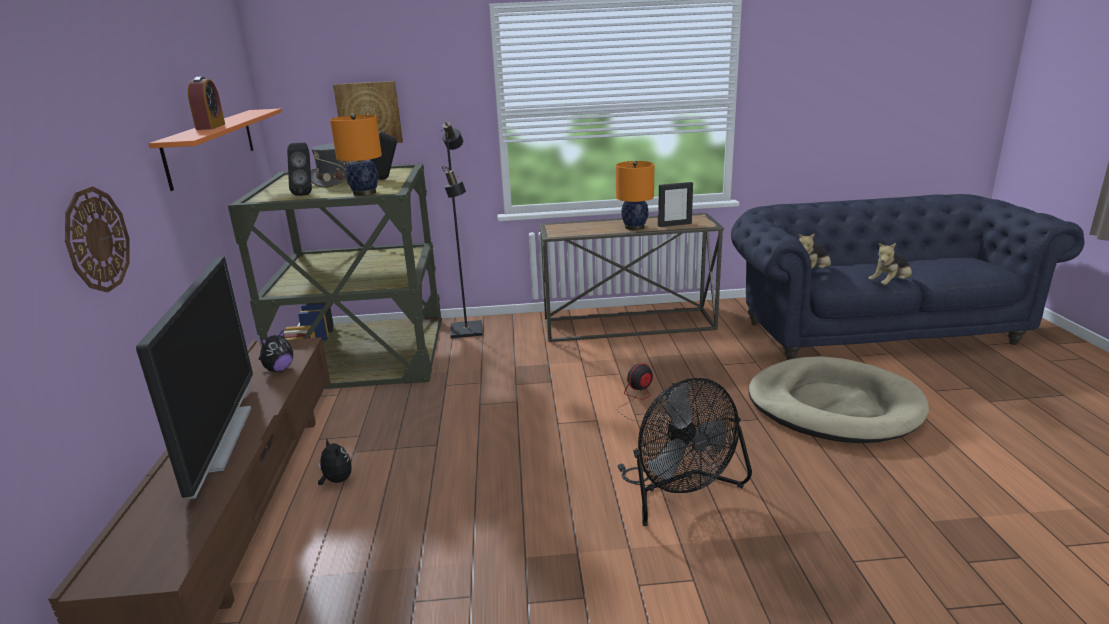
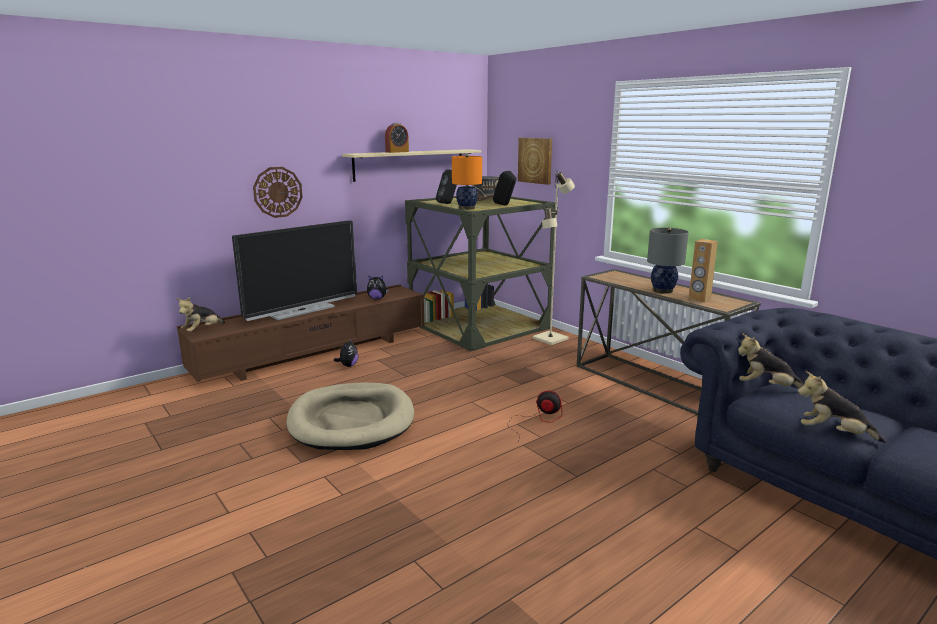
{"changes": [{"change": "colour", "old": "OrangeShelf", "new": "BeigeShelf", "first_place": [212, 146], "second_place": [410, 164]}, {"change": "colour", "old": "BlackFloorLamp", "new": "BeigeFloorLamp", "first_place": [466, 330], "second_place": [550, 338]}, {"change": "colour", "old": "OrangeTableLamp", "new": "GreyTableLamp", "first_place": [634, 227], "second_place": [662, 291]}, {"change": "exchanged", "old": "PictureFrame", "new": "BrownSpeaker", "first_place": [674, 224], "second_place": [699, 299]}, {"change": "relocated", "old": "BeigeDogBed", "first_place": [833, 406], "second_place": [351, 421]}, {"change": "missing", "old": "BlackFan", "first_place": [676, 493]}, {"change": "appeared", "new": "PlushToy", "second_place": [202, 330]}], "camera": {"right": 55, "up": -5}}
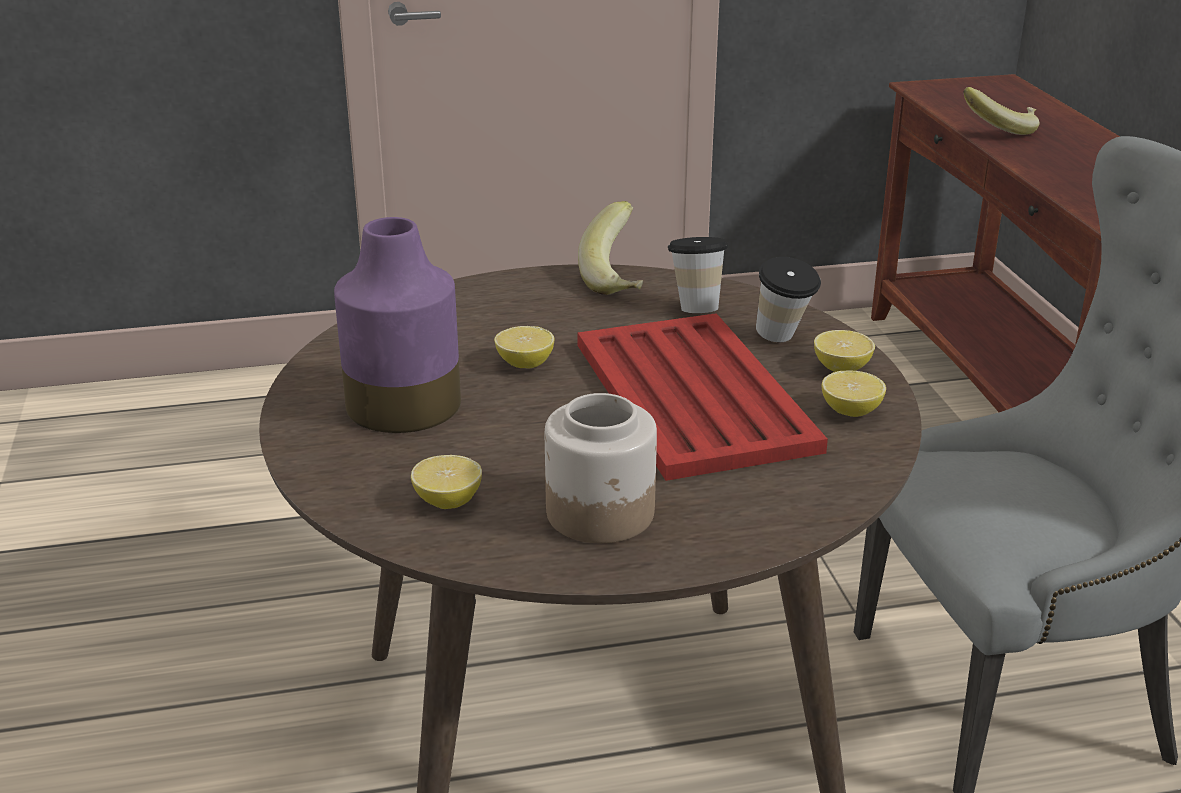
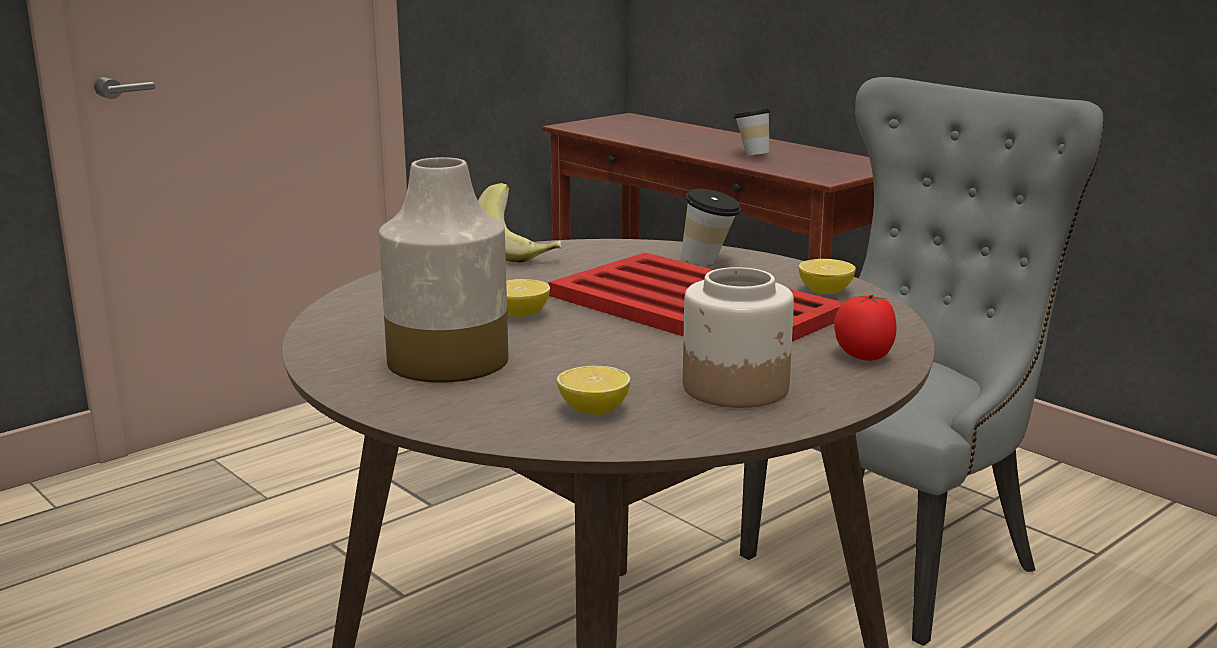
{"changes": [{"change": "missing", "old": "Banana", "first_place": [1000, 129]}, {"change": "colour", "old": "PurpleVase", "new": "BeigeVase", "first_place": [405, 403], "second_place": [449, 359]}, {"change": "relocated", "old": "Cup", "first_place": [695, 307], "second_place": [751, 155]}, {"change": "missing", "old": "Lemon", "first_place": [841, 368]}, {"change": "appeared", "new": "Tomato", "second_place": [863, 357]}], "camera": {"right": -30, "up": -10}}
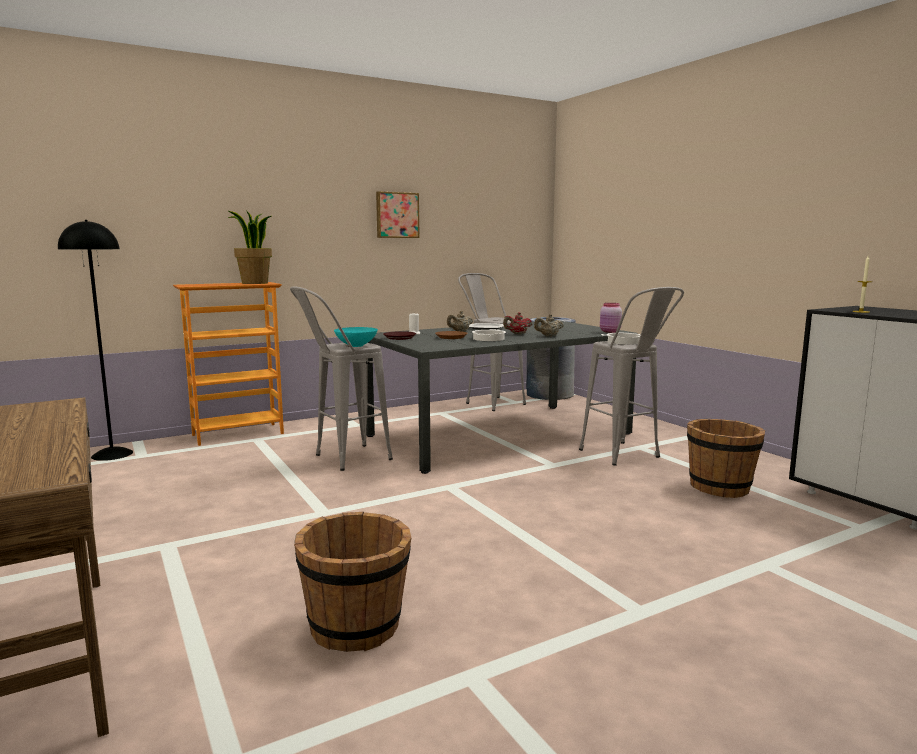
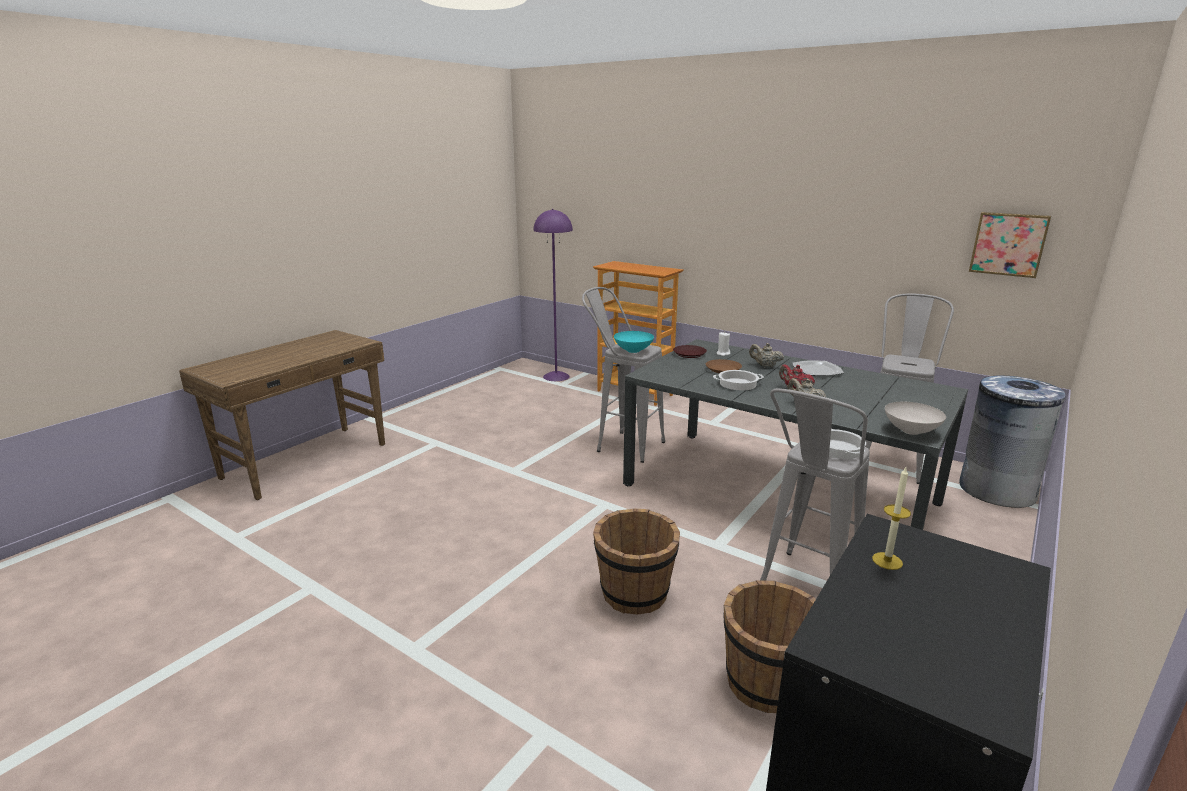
{"changes": [{"change": "relocated", "old": "Picture", "first_place": [397, 215], "second_place": [1008, 244]}, {"change": "missing", "old": "PottedPlant", "first_place": [254, 283]}, {"change": "colour", "old": "BlackFloorLamp", "new": "PurpleFloorLamp", "first_place": [112, 454], "second_place": [556, 376]}, {"change": "exchanged", "old": "PinkJar", "new": "WhiteBowl", "first_place": [610, 331], "second_place": [910, 431]}, {"change": "relocated", "old": "BrownBucket", "first_place": [356, 627], "second_place": [634, 594]}], "camera": {"right": 65, "up": 10}}
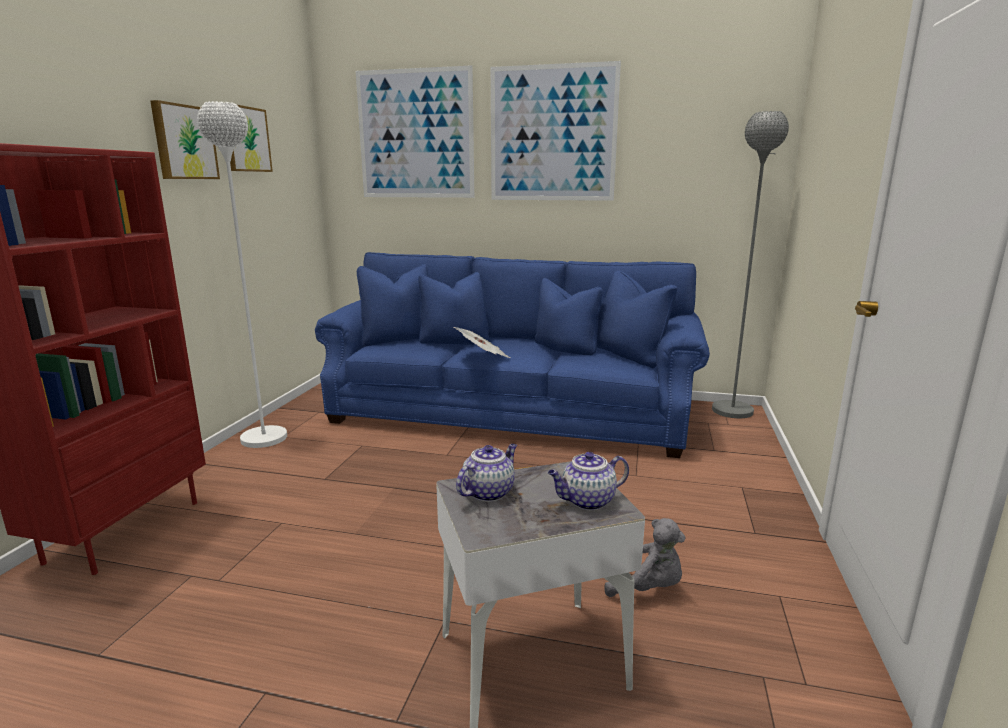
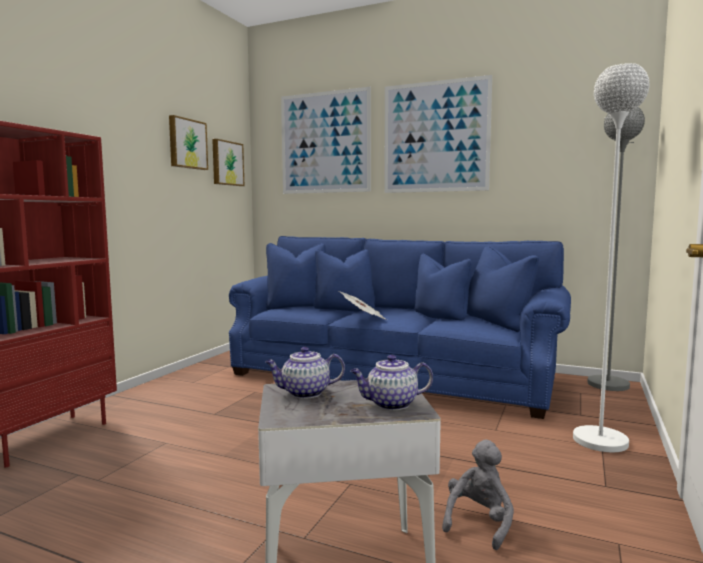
{"changes": [{"change": "relocated", "old": "Picture", "first_place": [183, 142], "second_place": [226, 163]}, {"change": "relocated", "old": "WhiteFloorLamp", "first_place": [263, 438], "second_place": [599, 441]}, {"change": "spun", "old": "Teapot", "first_place": [488, 492], "second_place": [304, 393], "degrees": -150}, {"change": "spun", "old": "GreyPlushToy", "first_place": [647, 587], "second_place": [479, 522], "degrees": -90}], "camera": {"right": 10, "up": -10}}
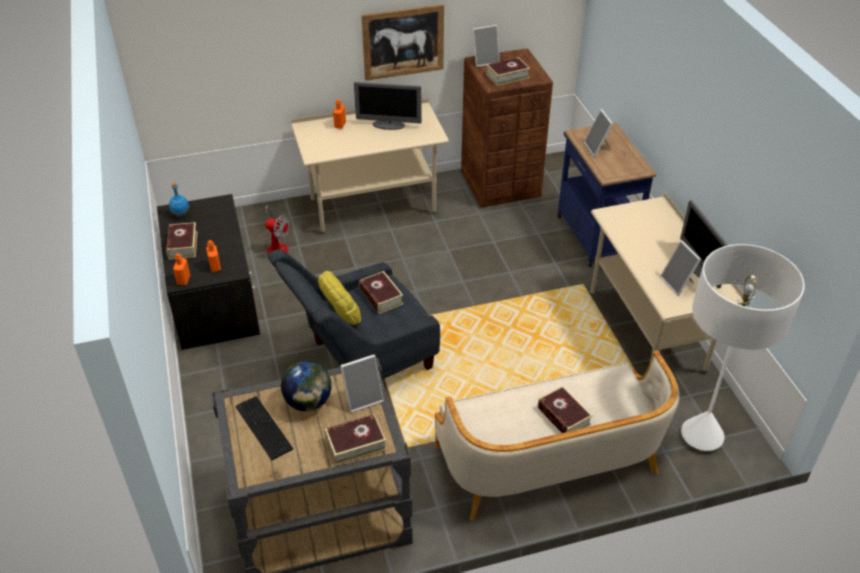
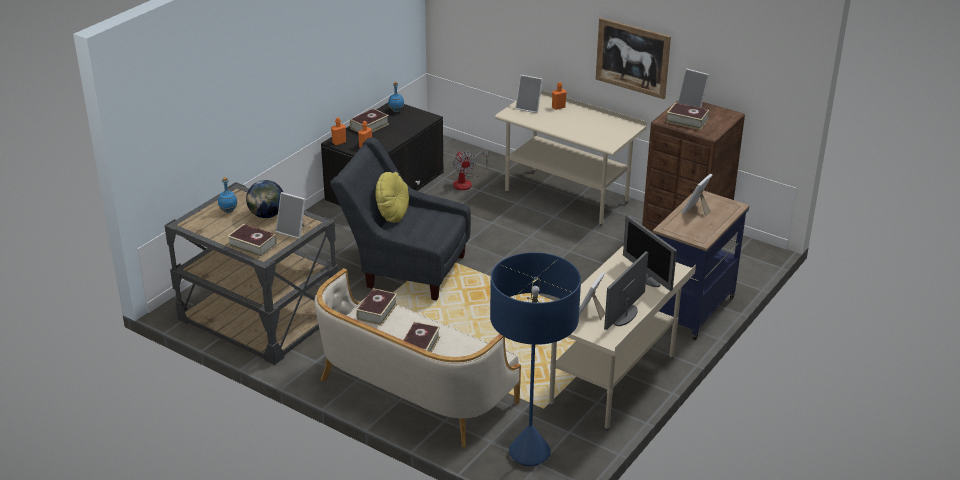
{"changes": [{"change": "relocated", "old": "Monitor", "first_place": [389, 125], "second_place": [647, 278]}, {"change": "colour", "old": "WhiteFloorLamp", "new": "BlueFloorLamp", "first_place": [701, 437], "second_place": [529, 455]}, {"change": "relocated", "old": "Book", "first_place": [381, 297], "second_place": [377, 311]}, {"change": "exchanged", "old": "Keyboard", "new": "BlueBottle", "first_place": [263, 429], "second_place": [228, 211]}, {"change": "appeared", "new": "PictureFrame", "second_place": [529, 108]}], "camera": {"right": 50, "up": -10}}
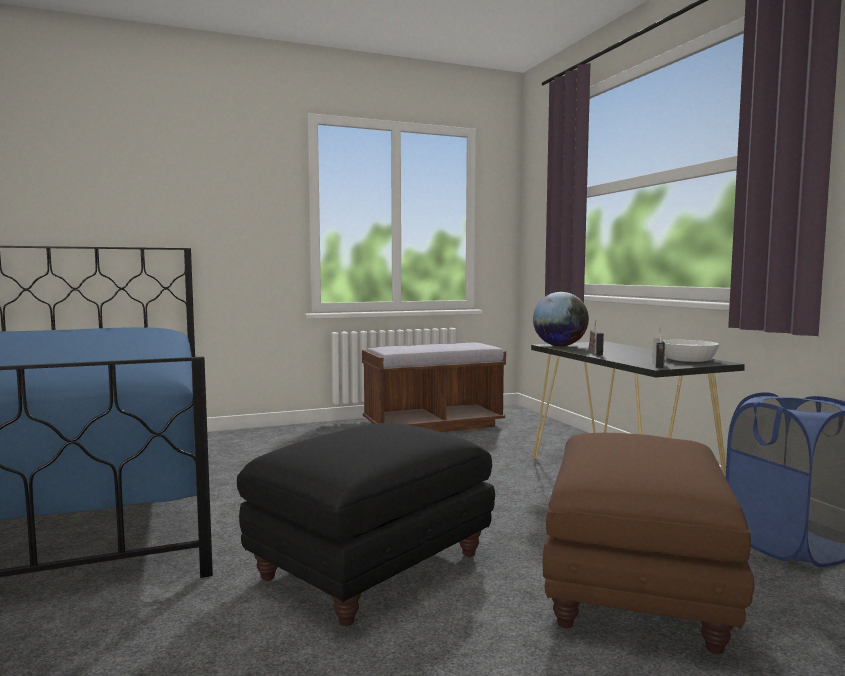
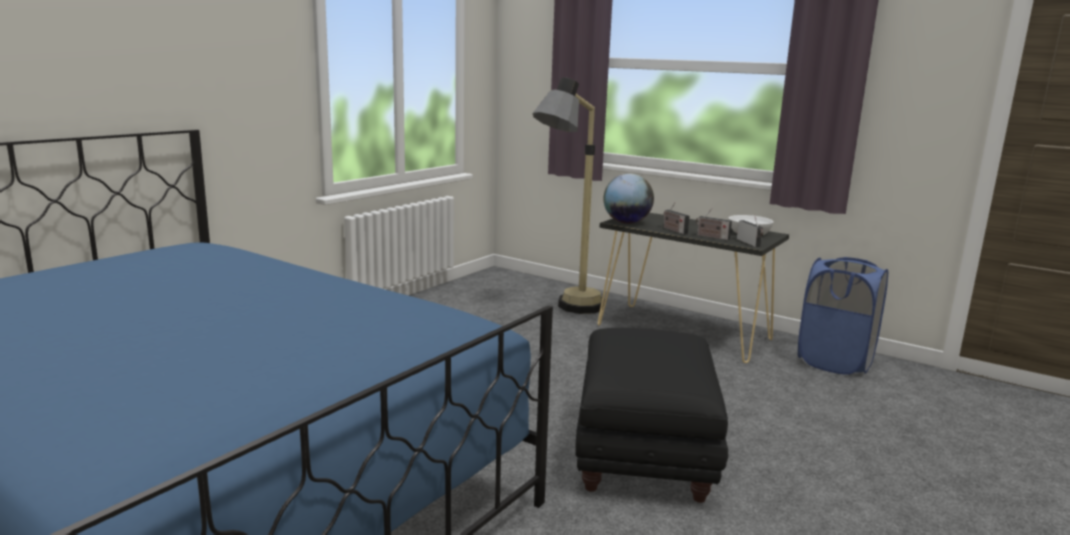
{"changes": [{"change": "missing", "old": "BrownBench", "first_place": [433, 425]}, {"change": "missing", "old": "BrownOttoman", "first_place": [636, 590]}, {"change": "appeared", "new": "FloorLamp", "second_place": [566, 311]}, {"change": "appeared", "new": "Radio", "second_place": [711, 237]}], "camera": {"right": -35, "up": 10}}
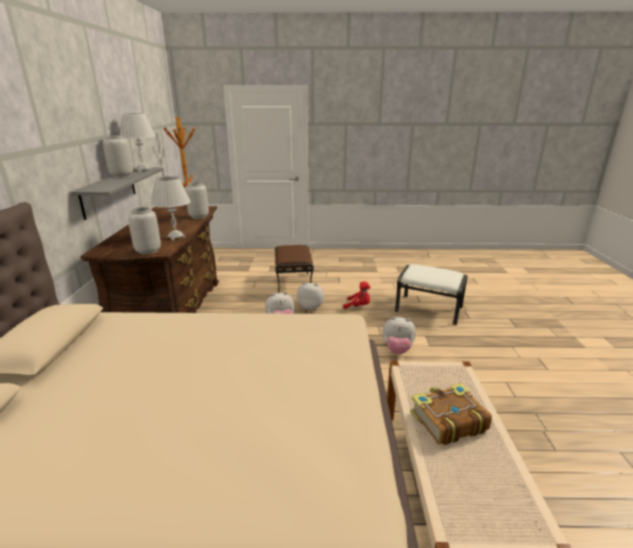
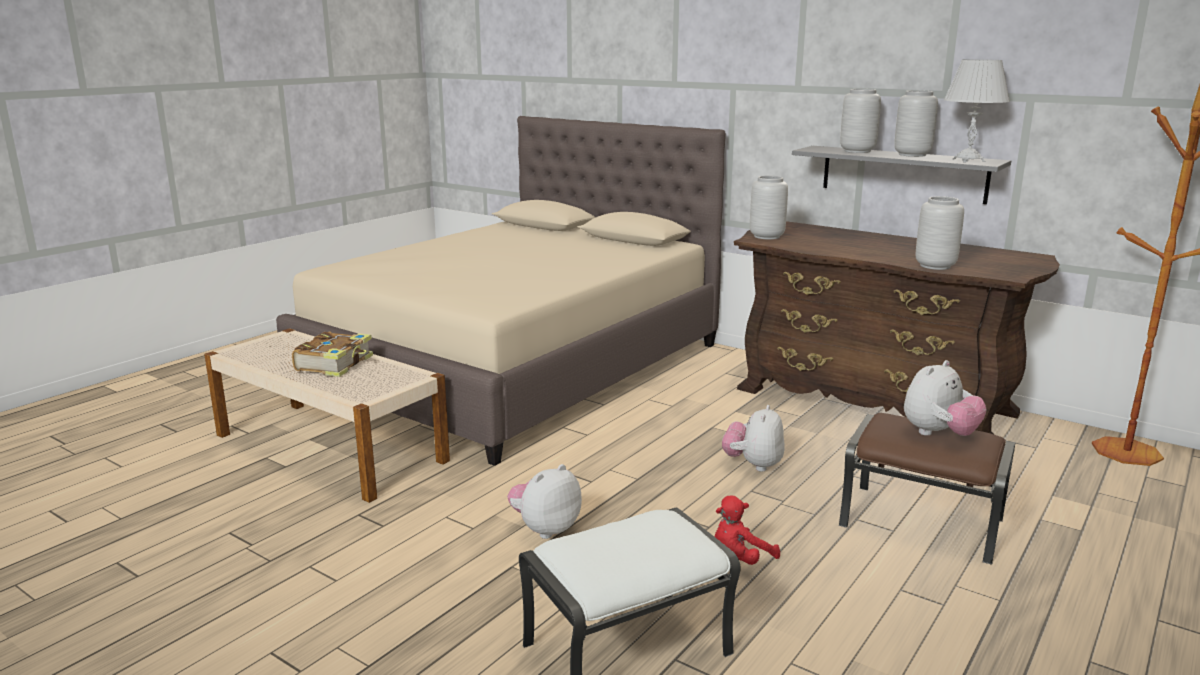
{"changes": [{"change": "missing", "old": "WhiteTableLamp", "first_place": [176, 237]}, {"change": "relocated", "old": "PlushToy", "first_place": [311, 307], "second_place": [939, 434]}, {"change": "appeared", "new": "GreyVase", "second_place": [857, 151]}], "camera": {"right": 125, "up": -5}}
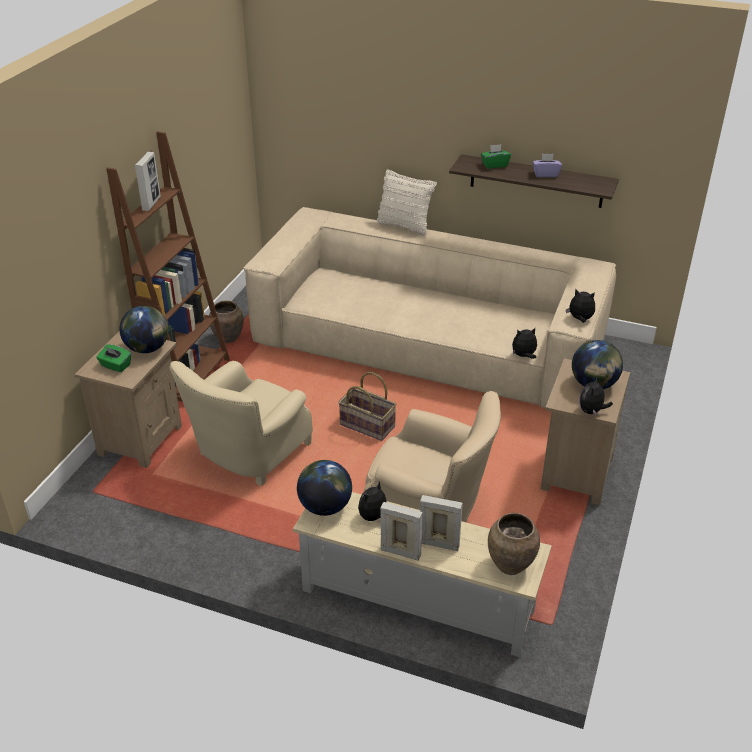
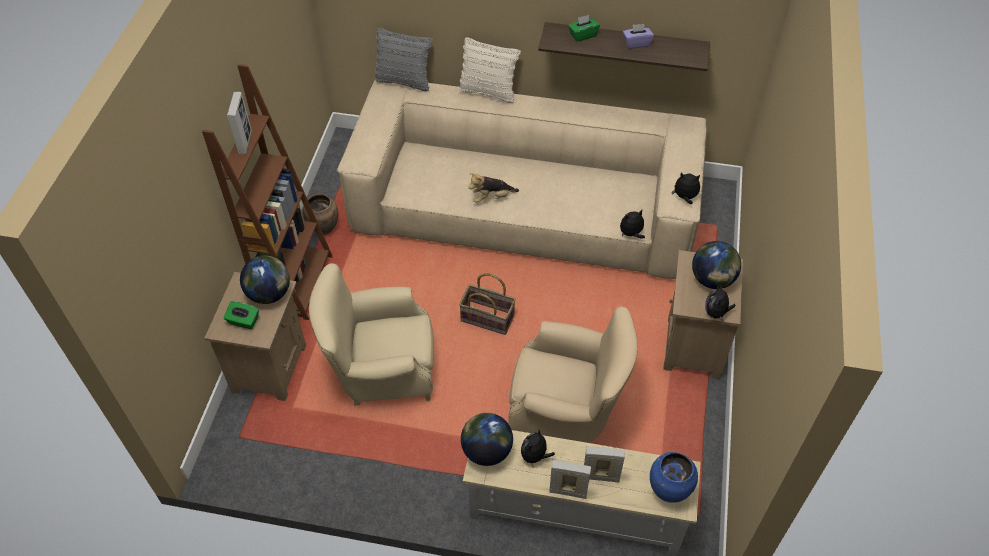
{"changes": [{"change": "spun", "old": "BeigeArmchair", "first_place": [249, 455], "second_place": [381, 370], "degrees": 60}, {"change": "colour", "old": "BrownVase", "new": "BlueVase", "first_place": [509, 565], "second_place": [668, 490]}, {"change": "appeared", "new": "GreyPillow", "second_place": [405, 81]}, {"change": "appeared", "new": "PlushToy", "second_place": [492, 197]}], "camera": {"right": -10, "up": 15}}
